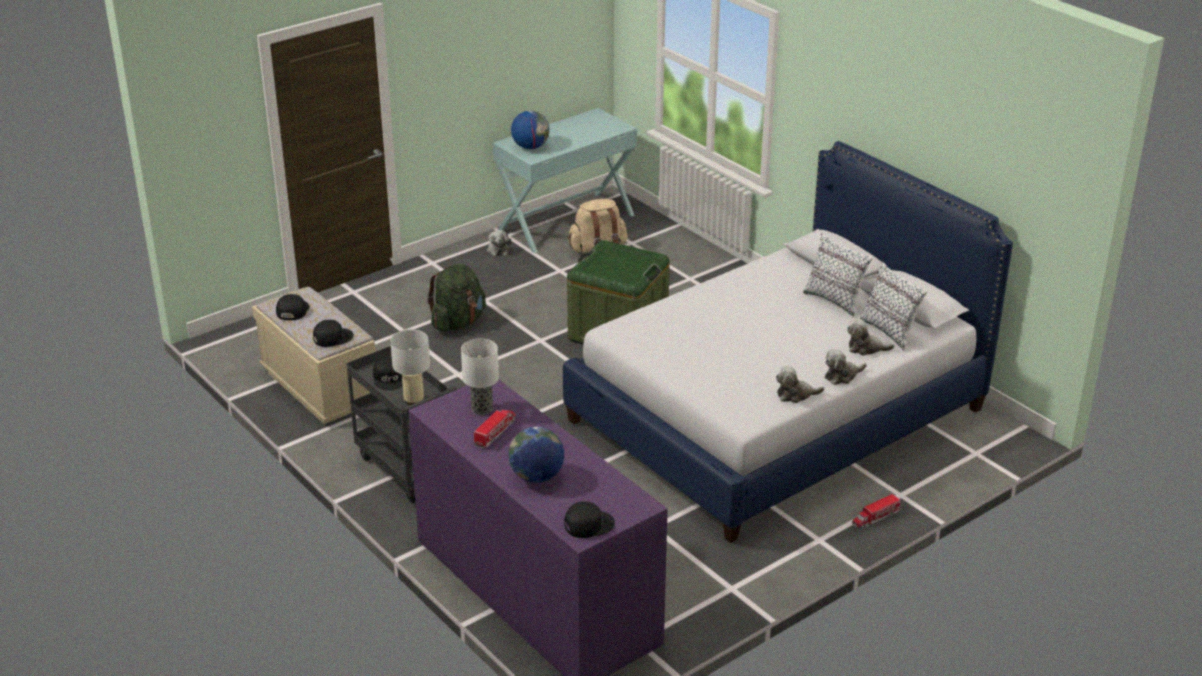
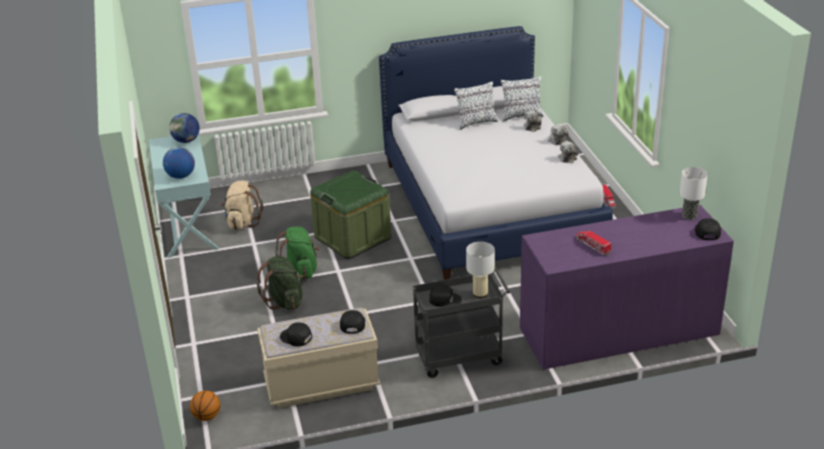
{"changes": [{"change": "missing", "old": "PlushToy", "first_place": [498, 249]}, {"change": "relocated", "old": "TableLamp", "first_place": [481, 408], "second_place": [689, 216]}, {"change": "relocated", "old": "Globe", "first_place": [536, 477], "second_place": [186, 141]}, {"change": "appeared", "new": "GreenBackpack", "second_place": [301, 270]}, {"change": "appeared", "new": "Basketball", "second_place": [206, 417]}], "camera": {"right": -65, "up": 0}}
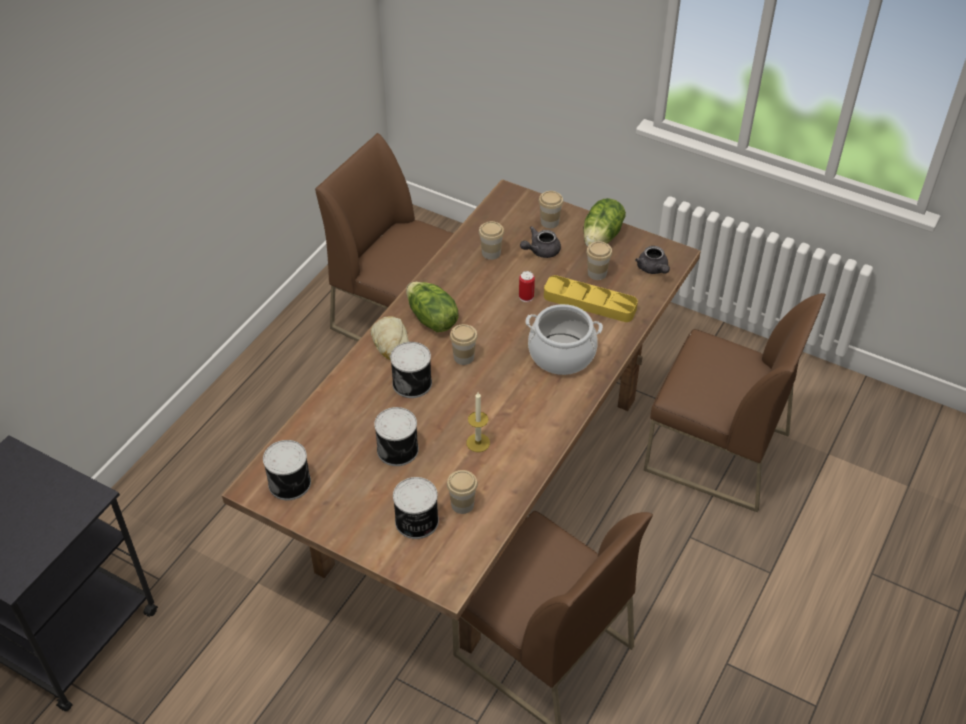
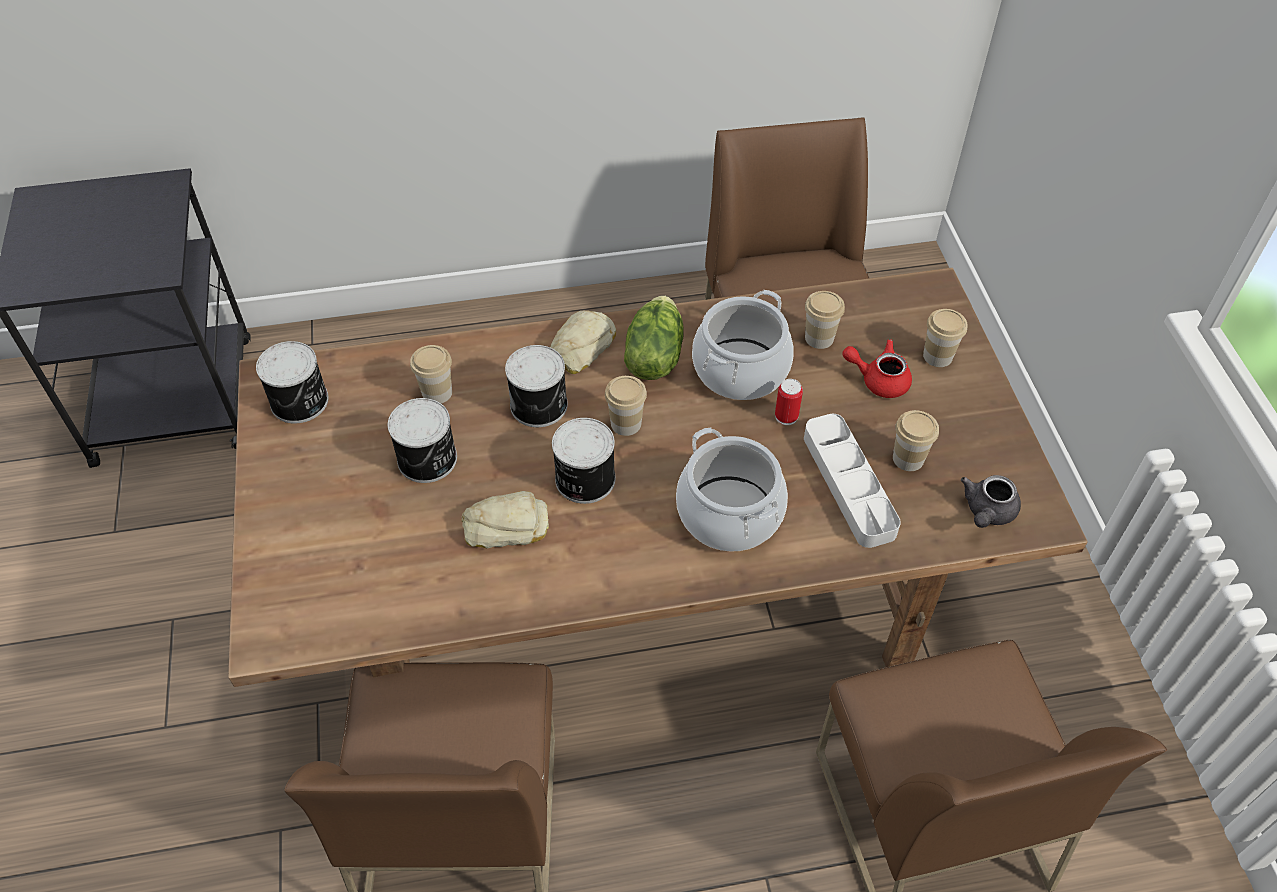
{"changes": [{"change": "missing", "old": "Lettuce", "first_place": [602, 237]}, {"change": "colour", "old": "GreyTeapot", "new": "RedTeapot", "first_place": [540, 251], "second_place": [878, 380]}, {"change": "colour", "old": "YellowTray", "new": "GreyTray", "first_place": [589, 302], "second_place": [848, 484]}, {"change": "exchanged", "old": "Candle", "new": "Bread", "first_place": [478, 442], "second_place": [505, 525]}, {"change": "relocated", "old": "Cup", "first_place": [462, 504], "second_place": [437, 393]}, {"change": "relocated", "old": "Can", "first_place": [416, 522], "second_place": [583, 479]}, {"change": "appeared", "new": "CookingPot", "second_place": [741, 370]}], "camera": {"right": 50, "up": 5}}
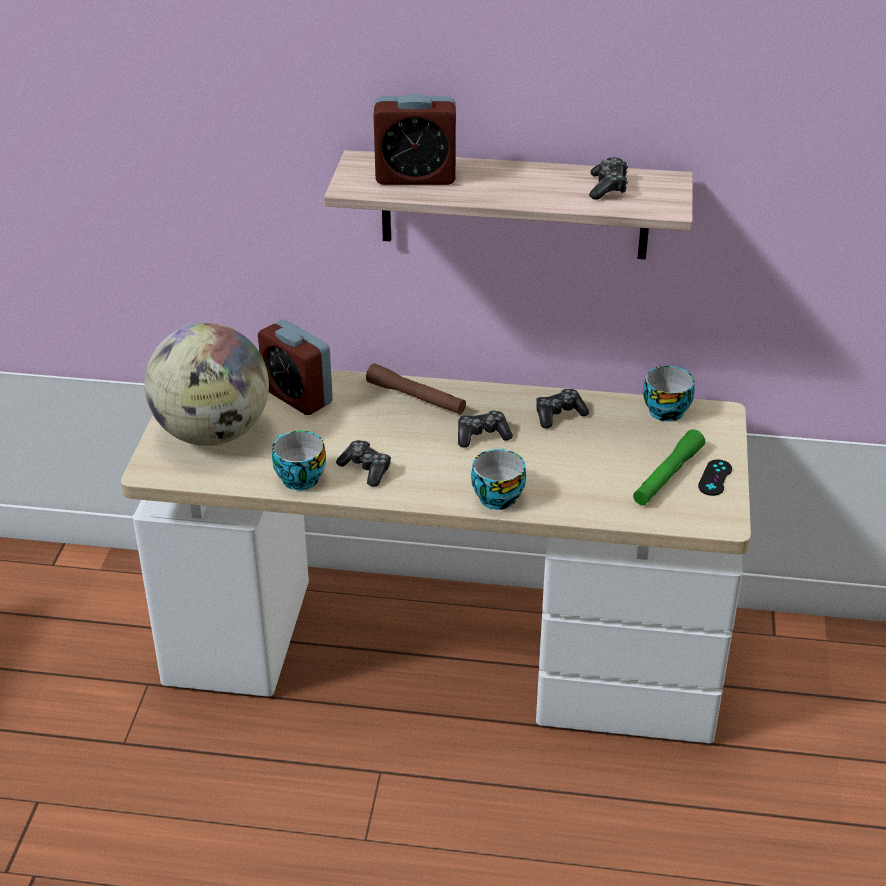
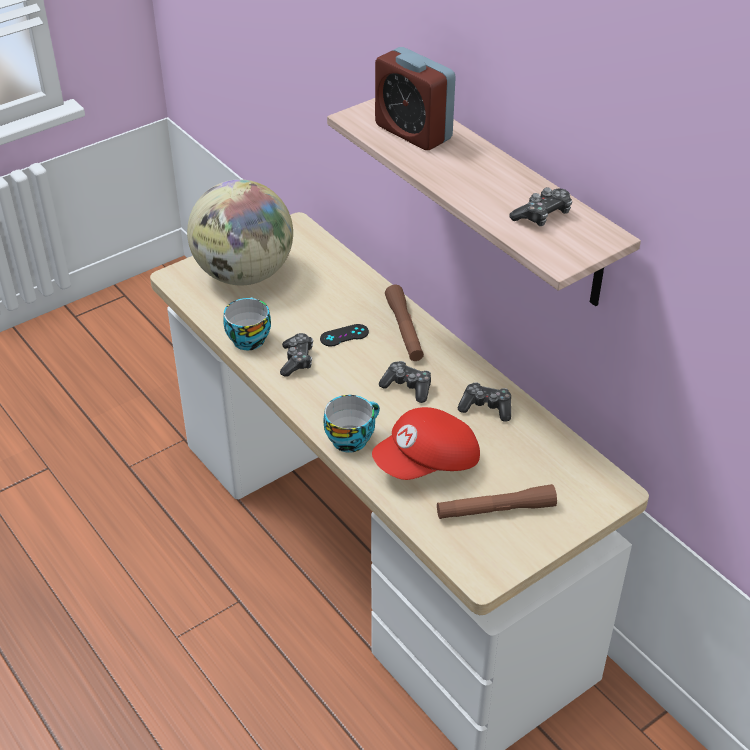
{"changes": [{"change": "missing", "old": "AlarmClock", "first_place": [297, 396]}, {"change": "missing", "old": "Cup", "first_place": [666, 409]}, {"change": "colour", "old": "GreenFlashlight", "new": "BrownFlashlight", "first_place": [667, 476], "second_place": [495, 510]}, {"change": "relocated", "old": "BlackGameController", "first_place": [715, 478], "second_place": [344, 335]}, {"change": "appeared", "new": "RedCap", "second_place": [428, 463]}], "camera": {"right": 45, "up": 5}}
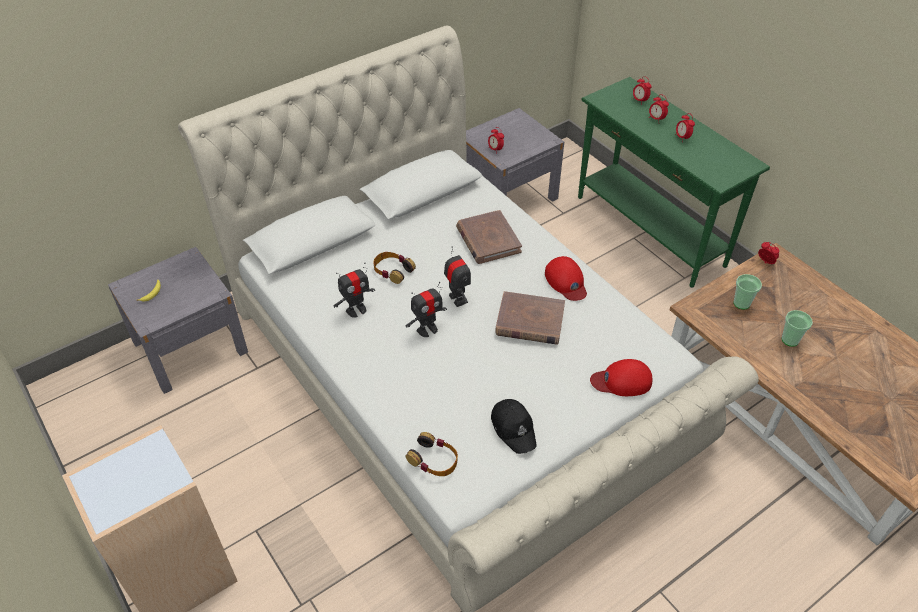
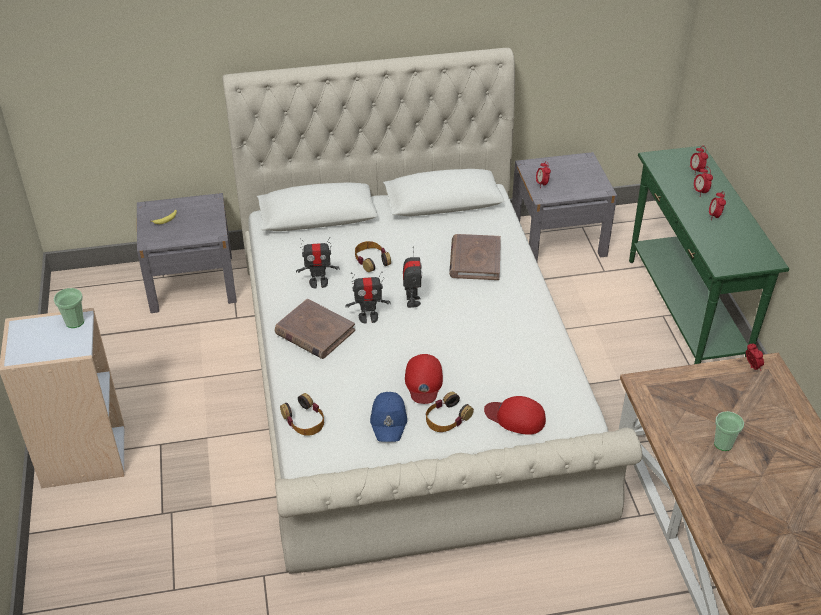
{"changes": [{"change": "relocated", "old": "RedCap", "first_place": [566, 281], "second_place": [423, 382]}, {"change": "relocated", "old": "Cup", "first_place": [741, 303], "second_place": [74, 322]}, {"change": "relocated", "old": "BrownBook", "first_place": [530, 321], "second_place": [314, 332]}, {"change": "colour", "old": "BlackCap", "new": "BlueCap", "first_place": [514, 428], "second_place": [389, 421]}, {"change": "appeared", "new": "Headphones", "second_place": [447, 418]}], "camera": {"right": 25, "up": -5}}
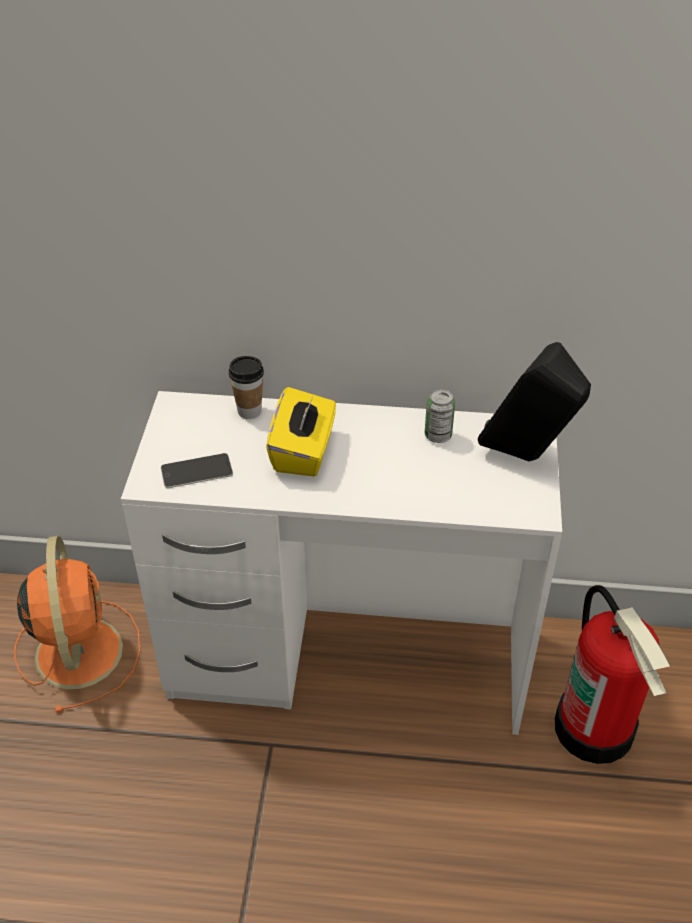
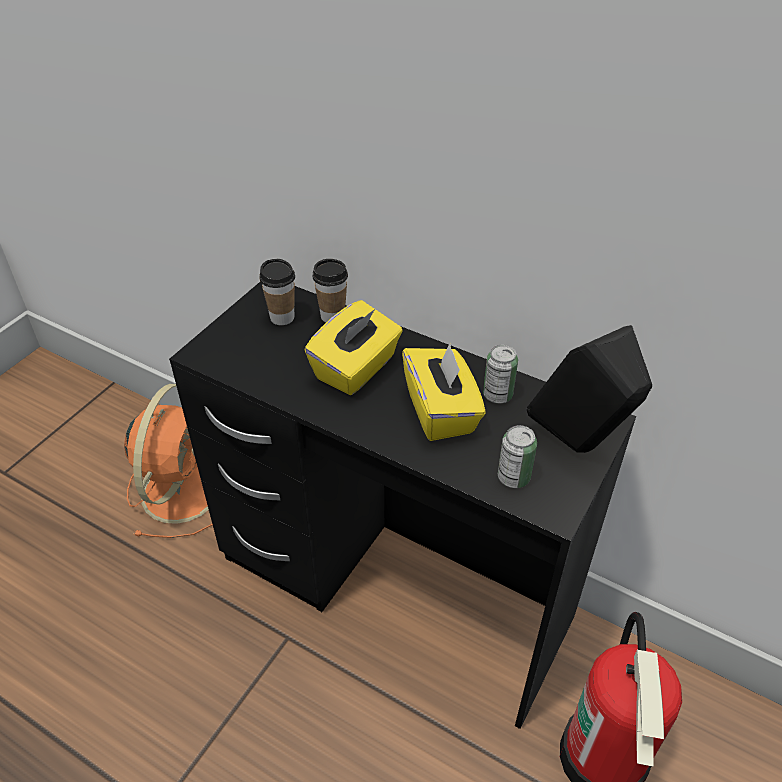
{"changes": [{"change": "colour", "old": "WhiteDesk", "new": "BlackDesk", "first_place": [347, 661], "second_place": [394, 588]}, {"change": "missing", "old": "Phone", "first_place": [196, 471]}, {"change": "appeared", "new": "Cup", "second_place": [282, 317]}, {"change": "appeared", "new": "YellowTissueBox", "second_place": [441, 411]}, {"change": "appeared", "new": "Can", "second_place": [513, 477]}], "camera": {"right": 25, "up": 0}}
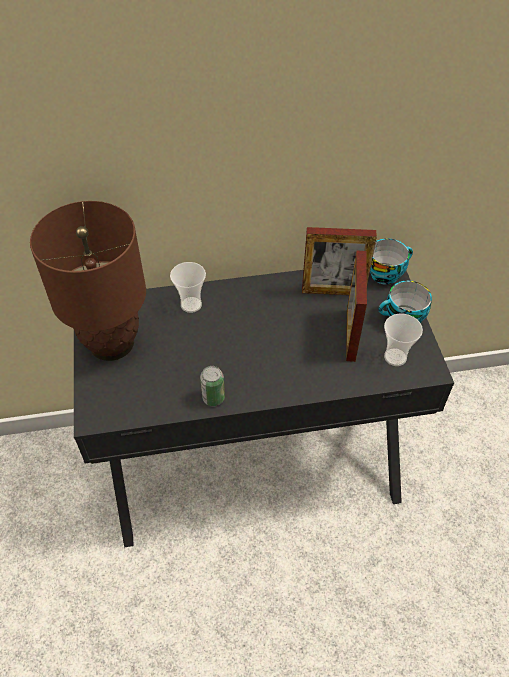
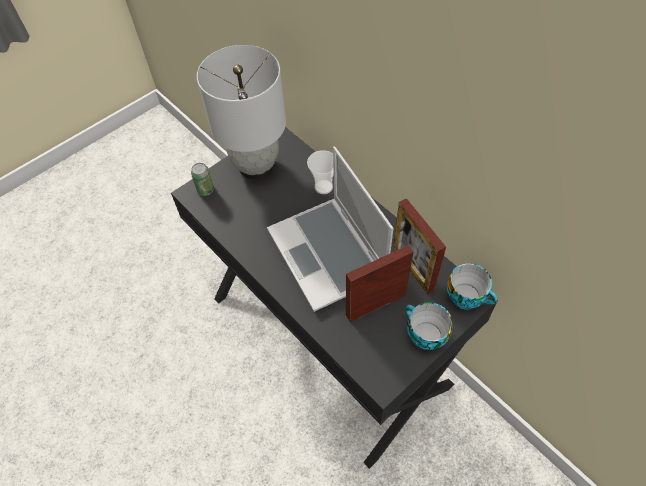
{"changes": [{"change": "colour", "old": "BrownTableLamp", "new": "WhiteTableLamp", "first_place": [111, 342], "second_place": [256, 165]}, {"change": "missing", "old": "Cup", "first_place": [395, 357]}, {"change": "relocated", "old": "Can", "first_place": [213, 398], "second_place": [205, 190]}, {"change": "appeared", "new": "Laptop", "second_place": [329, 254]}], "camera": {"right": 60, "up": 5}}
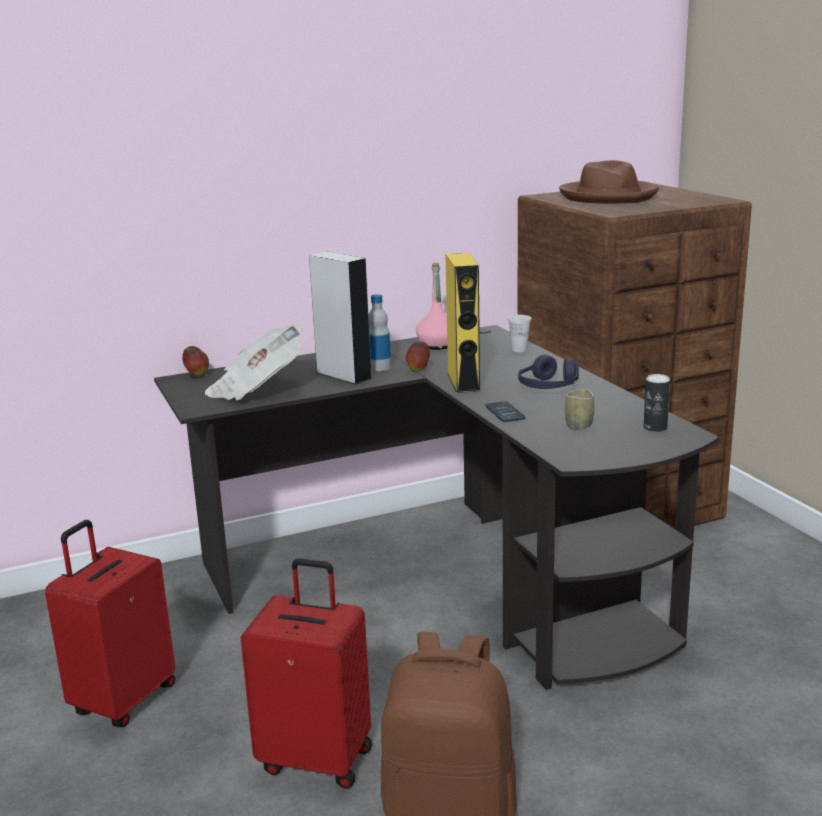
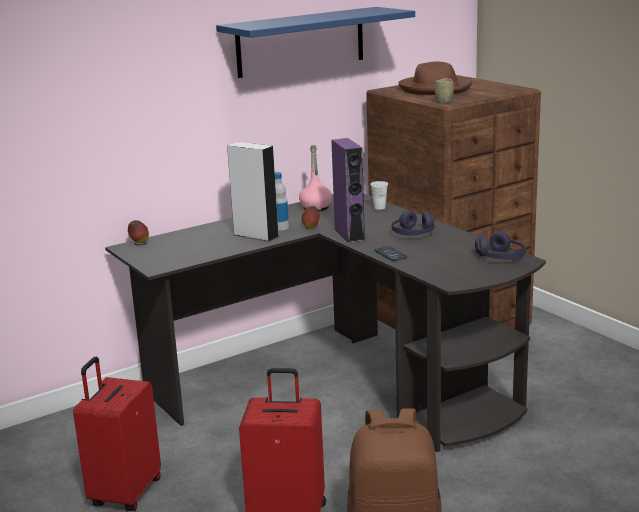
{"changes": [{"change": "colour", "old": "YellowSpeaker", "new": "PurpleSpeaker", "first_place": [463, 382], "second_place": [349, 234]}, {"change": "missing", "old": "Newspaper", "first_place": [256, 389]}, {"change": "exchanged", "old": "Can", "new": "PurpleHeadphones", "first_place": [655, 428], "second_place": [500, 257]}, {"change": "relocated", "old": "Cup", "first_place": [579, 426], "second_place": [444, 102]}, {"change": "appeared", "new": "BlueShelf", "second_place": [301, 42]}], "camera": {"right": -10, "up": 0}}
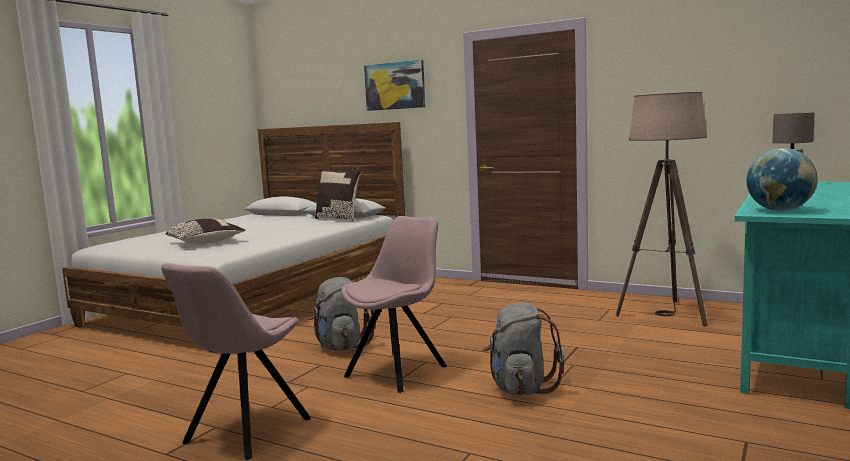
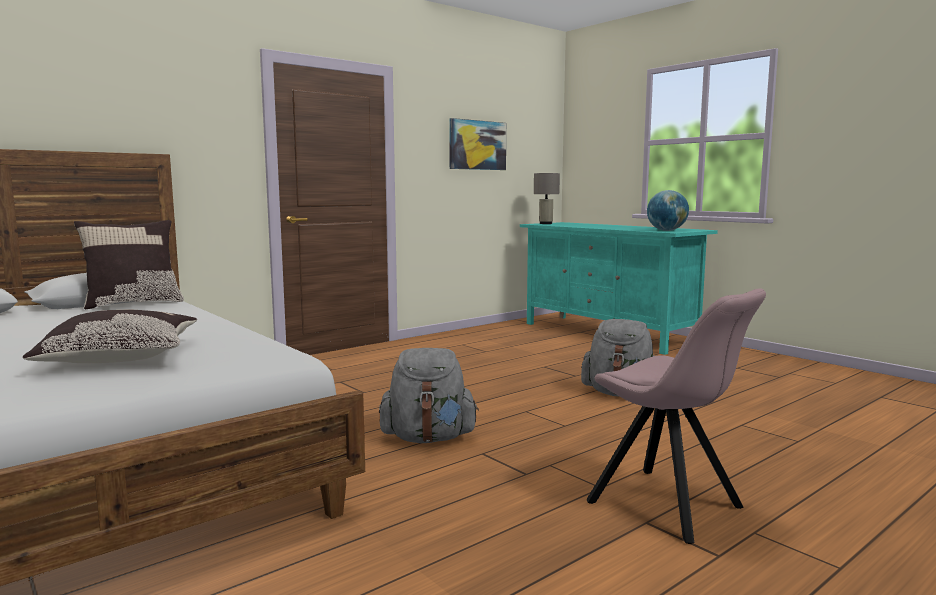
{"changes": [{"change": "relocated", "old": "Picture", "first_place": [395, 86], "second_place": [477, 145]}, {"change": "missing", "old": "FloorLamp", "first_place": [665, 314]}, {"change": "missing", "old": "PinkChair", "first_place": [397, 371]}], "camera": {"right": -70, "up": 0}}
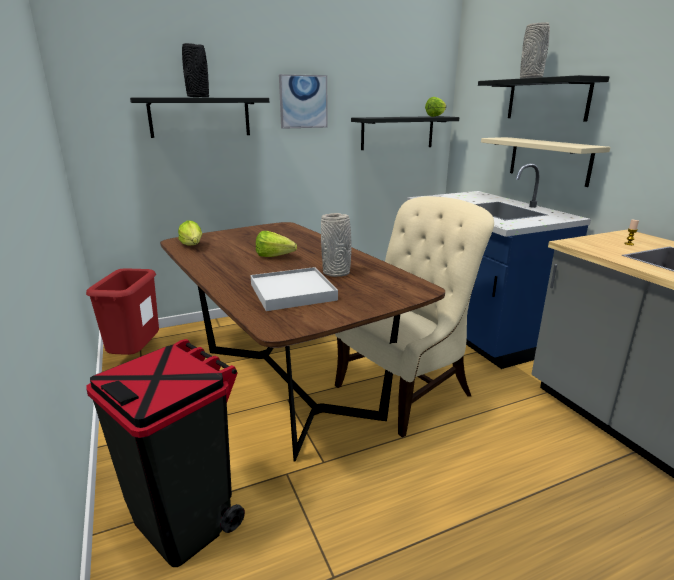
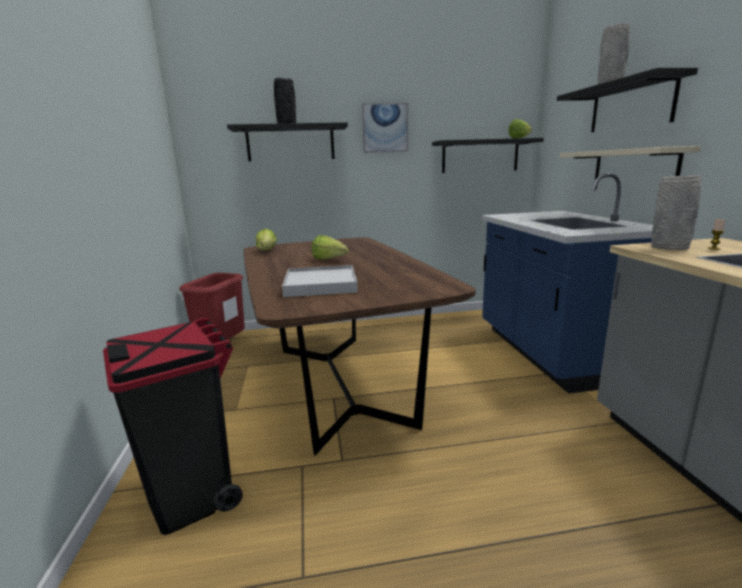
{"changes": [{"change": "missing", "old": "BeigeChair", "first_place": [405, 390]}, {"change": "relocated", "old": "GreyVase", "first_place": [337, 273], "second_place": [670, 248]}], "camera": {"right": 15, "up": -5}}
